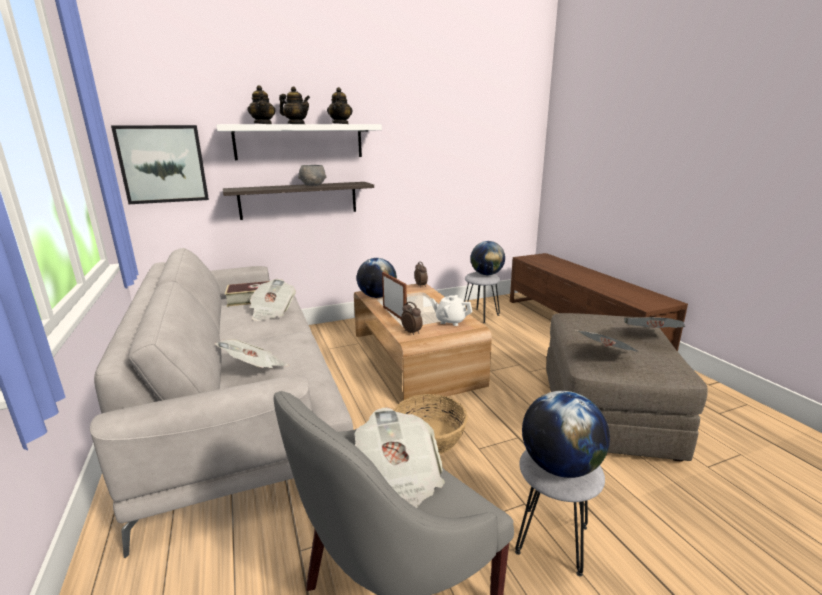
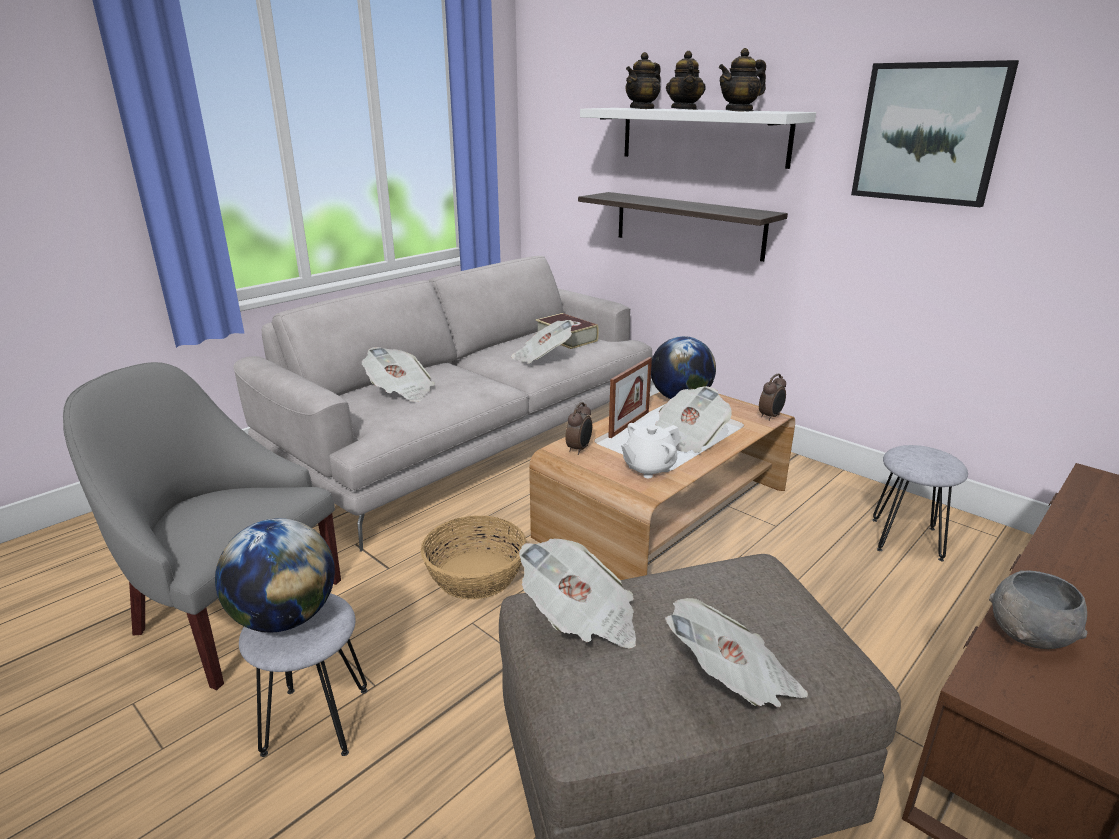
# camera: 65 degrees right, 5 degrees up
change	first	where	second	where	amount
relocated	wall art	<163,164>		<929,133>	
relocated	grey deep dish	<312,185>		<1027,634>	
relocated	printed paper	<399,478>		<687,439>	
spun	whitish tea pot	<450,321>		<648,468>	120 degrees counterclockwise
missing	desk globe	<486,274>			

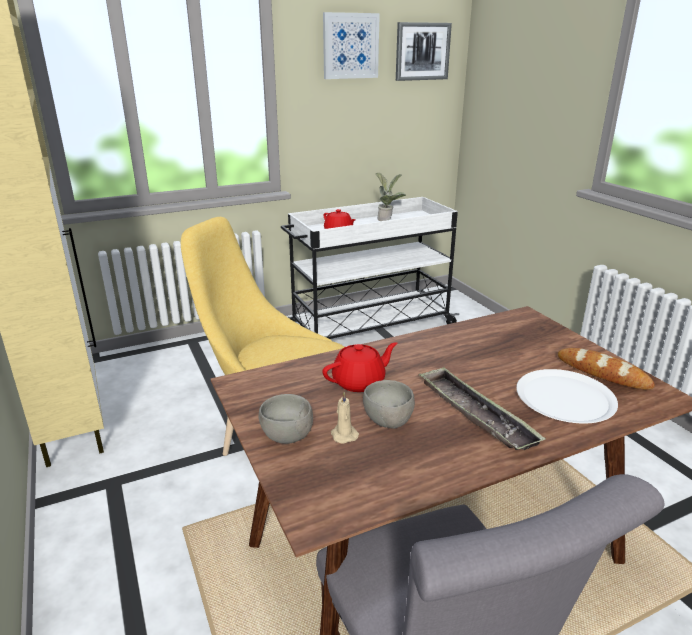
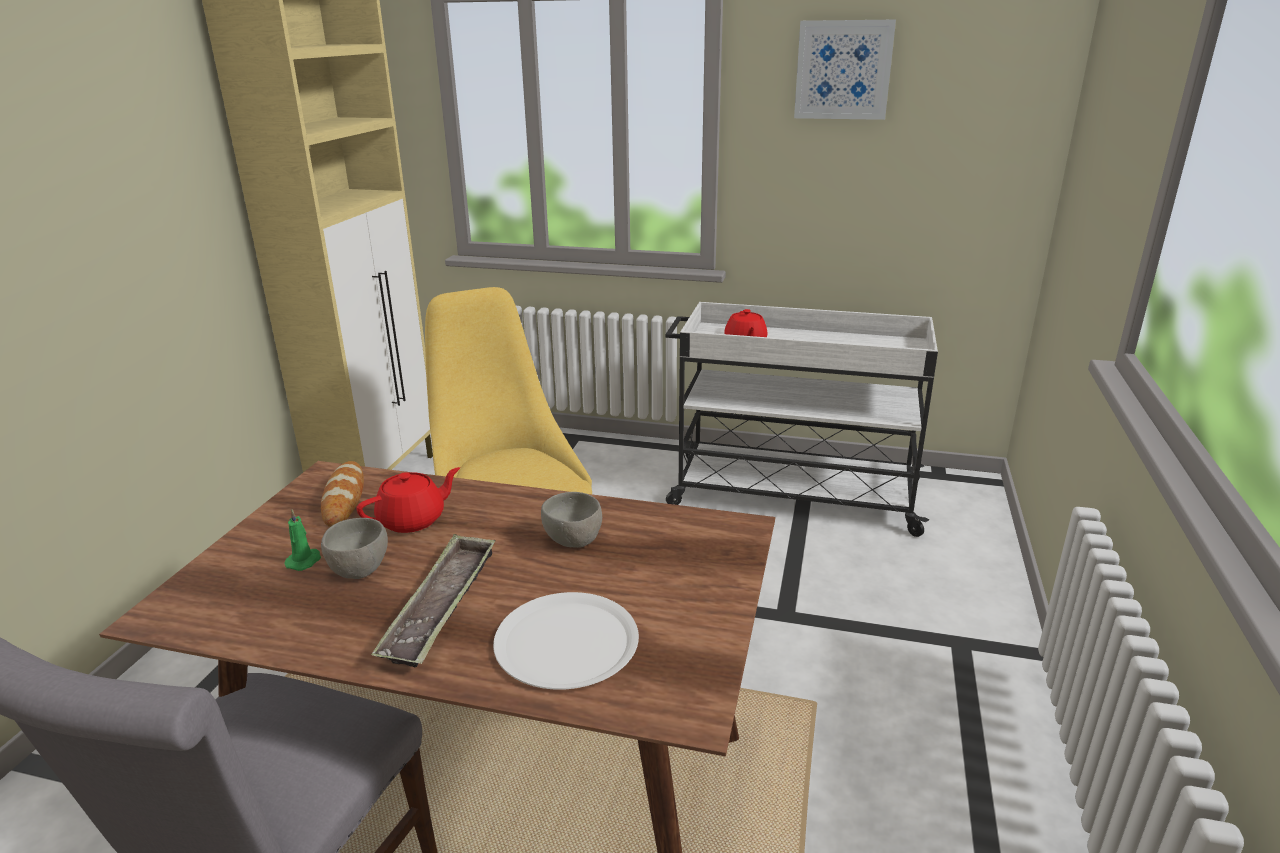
# camera: 40 degrees right, 0 degrees up
change	first	where	second	where	amount
relocated	grey deep dish	<288,437>		<572,541>	
spun	reddish tea pot	<360,382>		<413,520>	45 degrees counterclockwise
colour	beige-coloured candle	<343,434>	green-coloured candle	<304,561>	
missing	houseplant	<388,219>			
missing	wall art	<422,51>			
relocated	bakery bread	<602,373>		<344,498>	

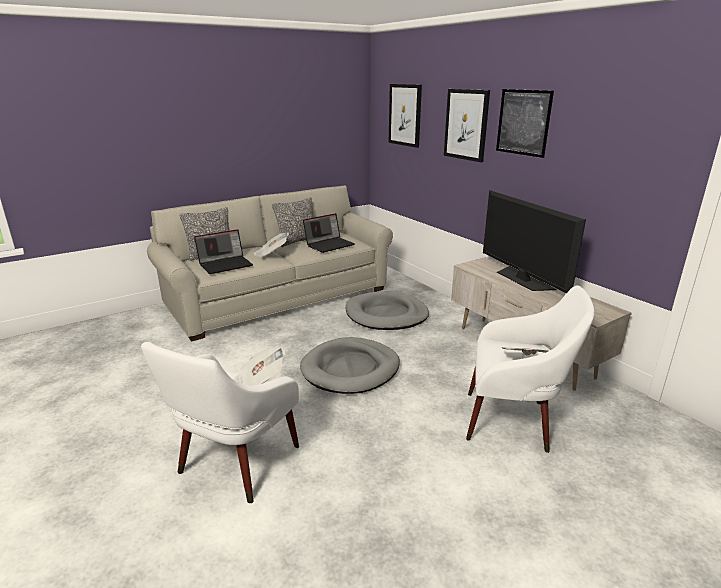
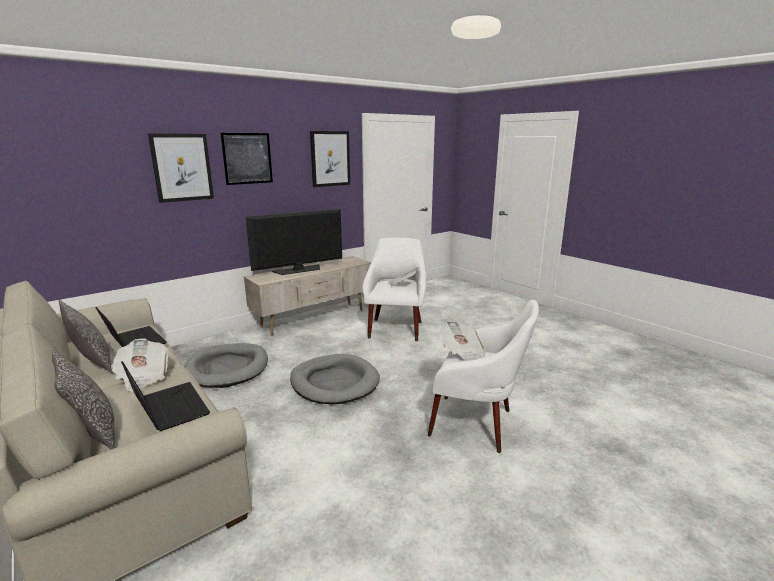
# camera: 95 degrees left, 5 degrees down
change	first	where	second	where	amount
relocated	wall art	<405,115>		<330,158>	

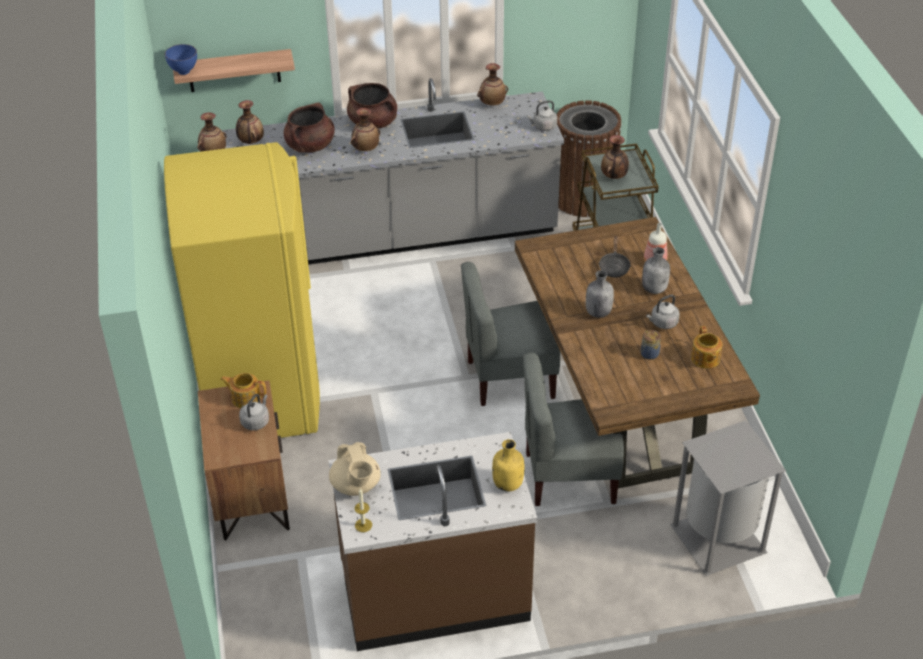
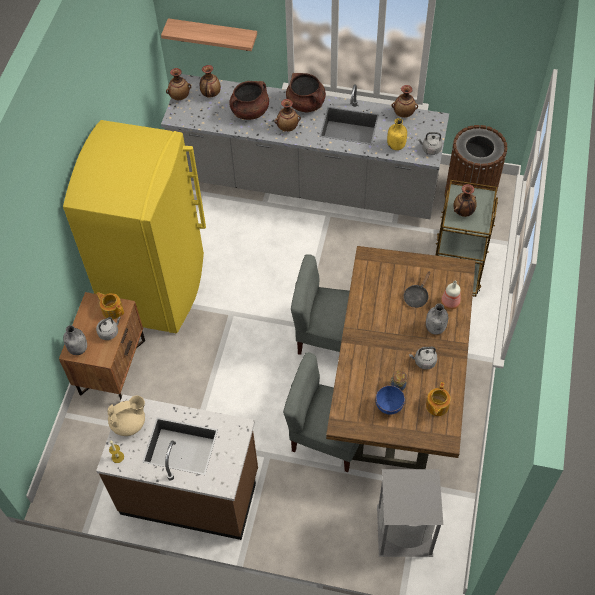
# camera: 25 degrees right, 15 degrees up
change	first	where	second	where	amount
relocated	blue-coloured deep dish	<184,72>		<389,407>	
spun	beige-coloured tea pot	<356,486>		<129,423>	120 degrees counterclockwise
relocated	yellow-coloured bottle	<508,484>		<396,145>	
relocated	grey bottle	<598,312>		<78,348>	

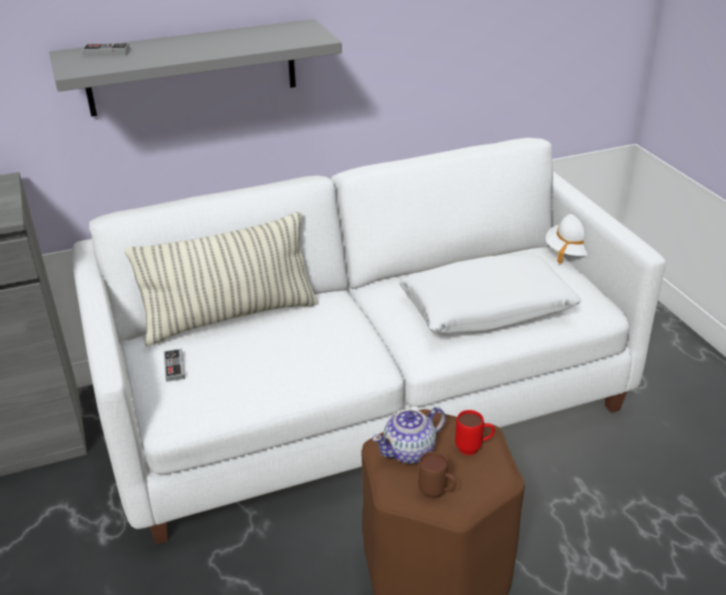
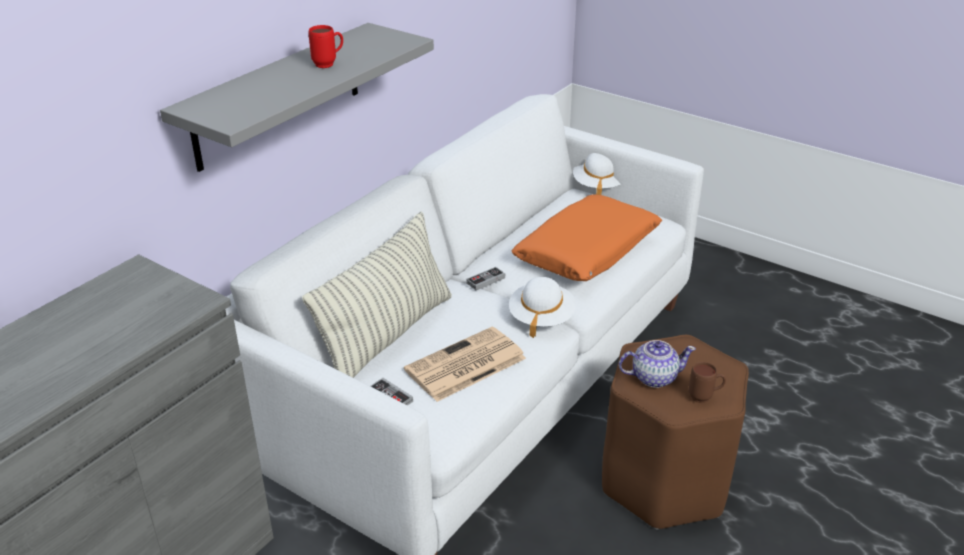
# camera: 35 degrees left, 0 degrees up
change	first	where	second	where	amount
relocated	game controller	<106,52>		<486,280>	
spun	tea pot	<410,451>		<653,377>	120 degrees counterclockwise
colour	whitish throw pillow	<487,308>	orangey throw pillow	<587,251>	
relocated	reddish tea mug	<473,449>		<329,64>	
appeared			printed paper	<464,365>	
appeared			whitish hat	<541,318>	

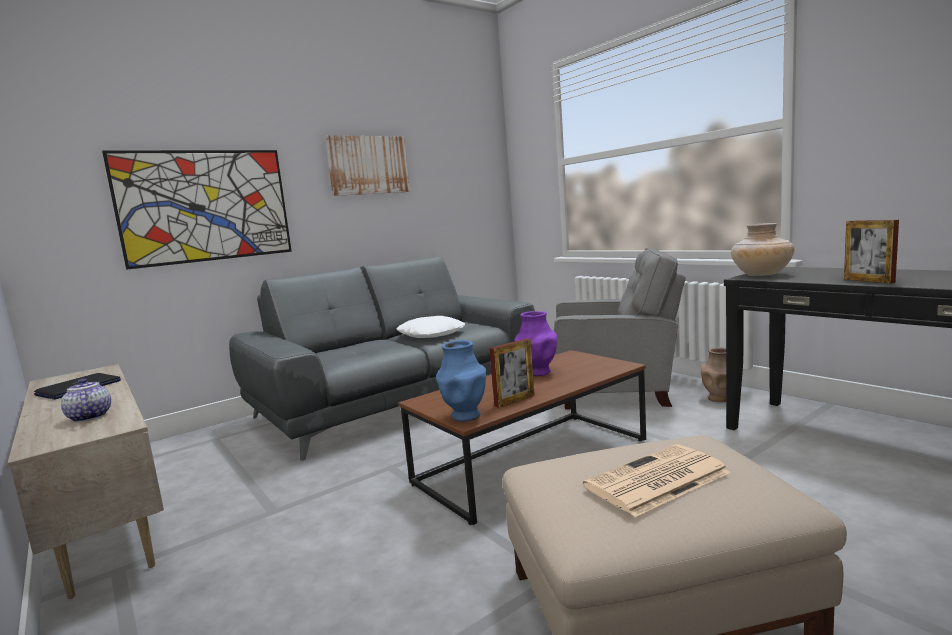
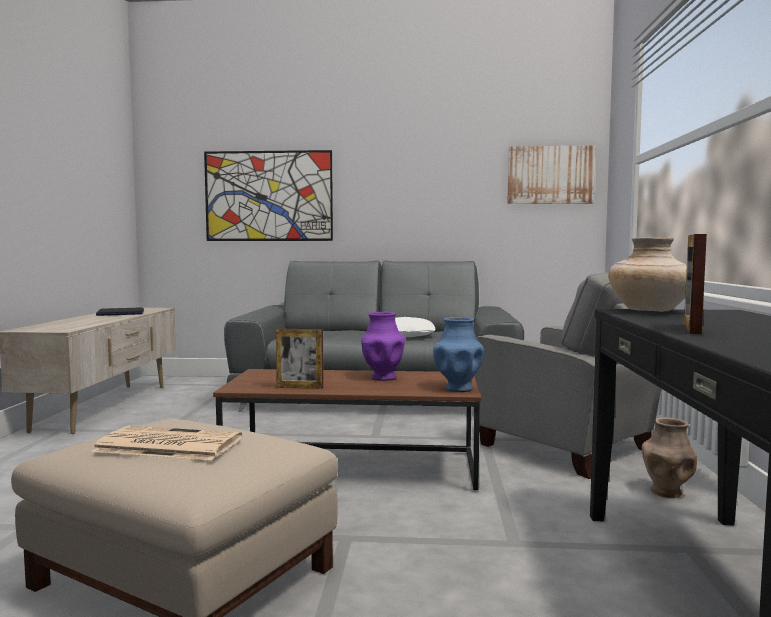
# camera: 40 degrees right, 5 degrees down
change	first	where	second	where	amount
missing	tea pot	<89,417>			
relocated	wall art	<368,165>		<550,175>	
relocated	blue-coloured decorative vase	<465,416>		<458,389>	

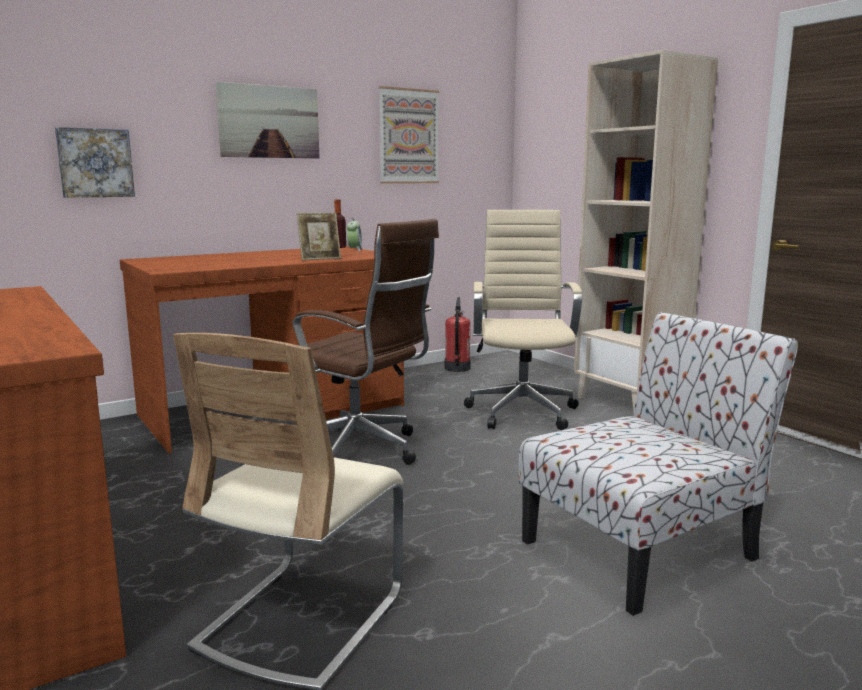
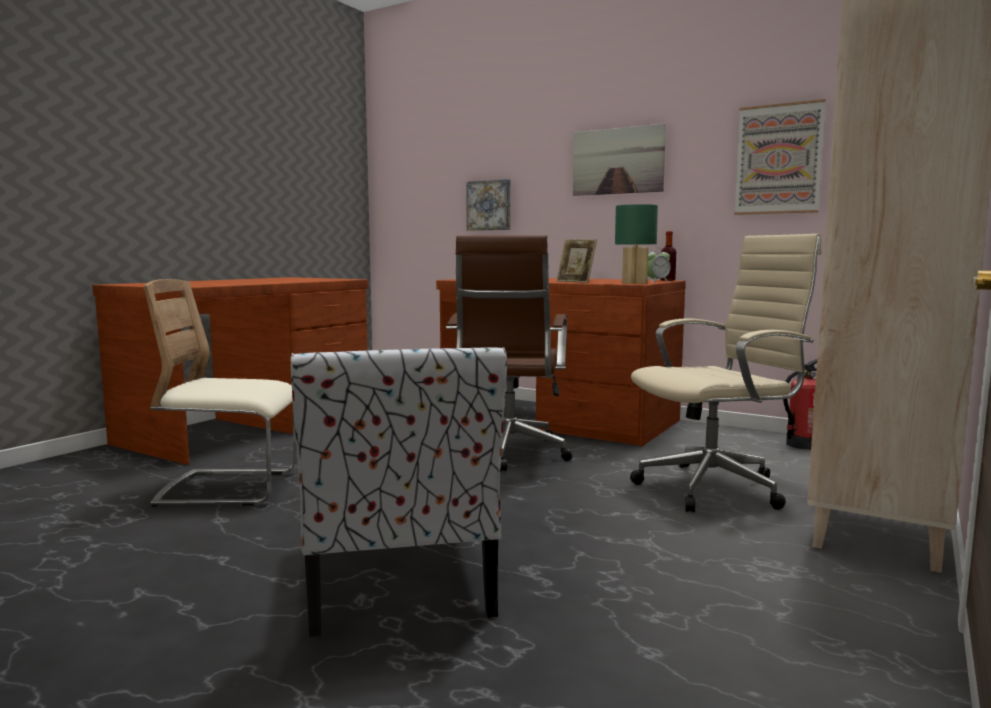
# camera: 65 degrees right, 5 degrees down
change	first	where	second	where	amount
spun	upright chair	<643,548>		<399,579>	45 degrees clockwise
appeared			green-coloured table lamp	<634,283>	

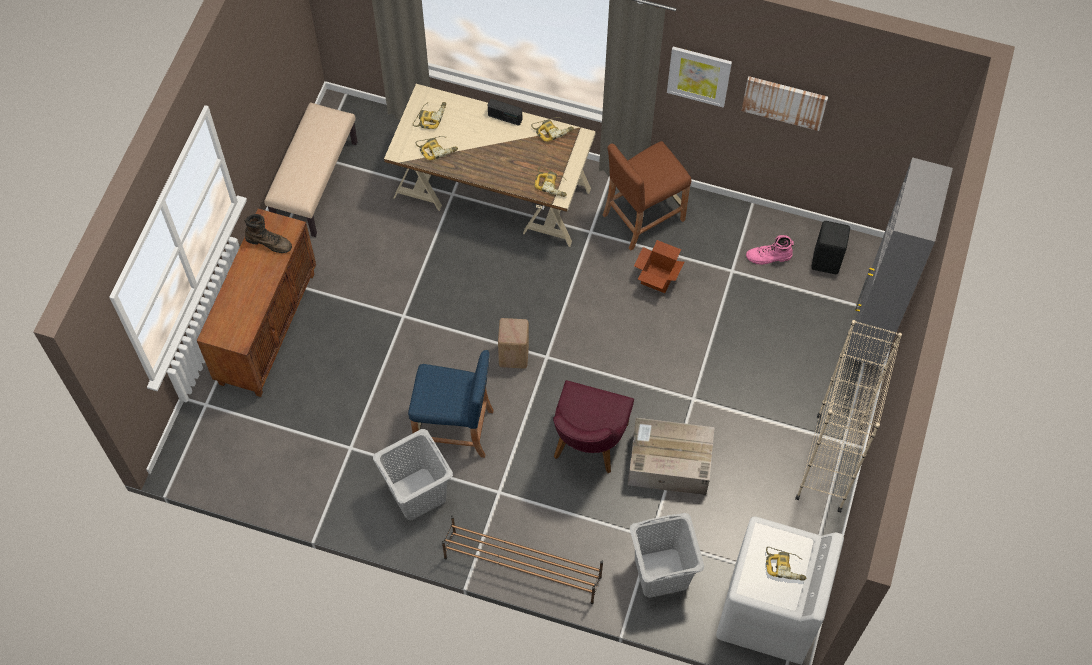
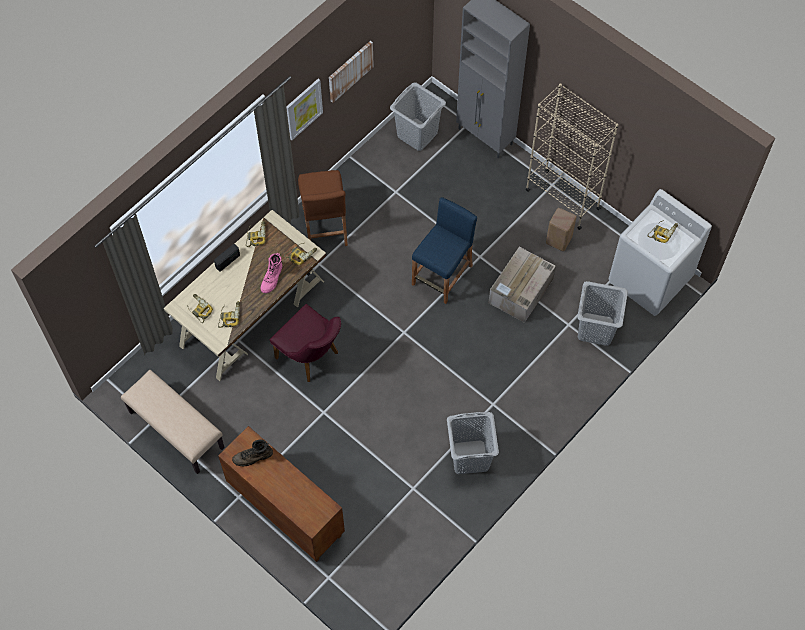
# camera: 65 degrees left, 0 degrees up
change	first	where	second	where	amount
spun	brown boot	<269,242>		<253,457>	150 degrees counterclockwise
relocated	blue-coloured stool	<454,429>		<442,275>	
missing	brown shoe shelf	<522,567>			
relocated	beige-coloured stool	<514,355>		<558,239>	
relocated	purple upright chair	<587,446>		<311,358>	
missing	cardboard box	<657,278>			
relocated	pink-coloured boot	<769,257>		<272,278>	
exchanged	black-coloured stool	<827,261>	grey laundry basket	<417,134>	

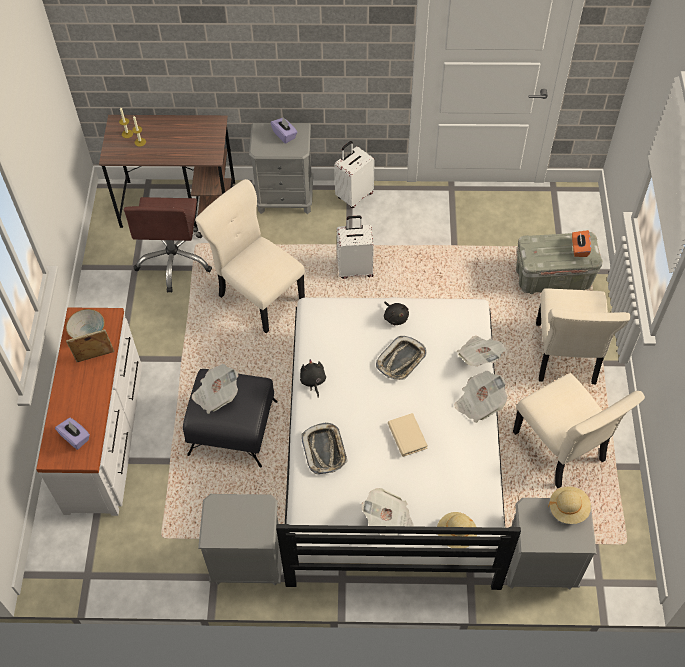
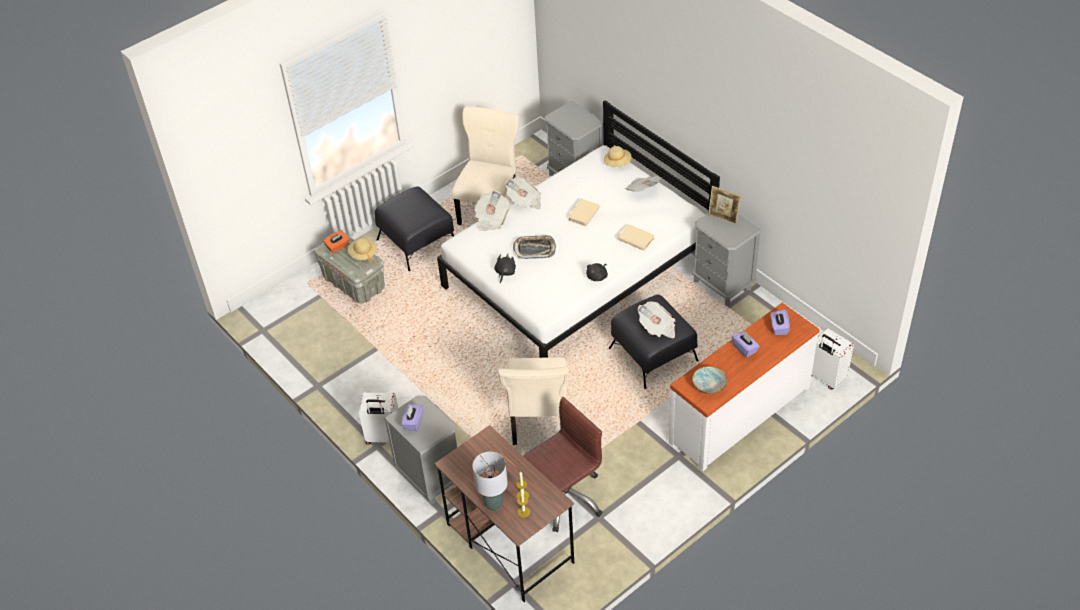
# camera: 130 degrees left, 10 degrees down
change	first	where	second	where	amount
relocated	standing frame	<95,358>		<723,218>	
exchanged	carrying tray	<324,450>	beige-coloured bound book	<636,239>	
relocated	whitish travel case	<355,269>		<825,378>	
exchanged	beige-coloured upright chair	<565,356>	black-coloured footrest	<417,242>	
relocated	beige-coloured hat	<568,509>		<363,254>	
appeared			grey table lamp	<493,505>	
appeared			purple box of tissues	<745,349>	

